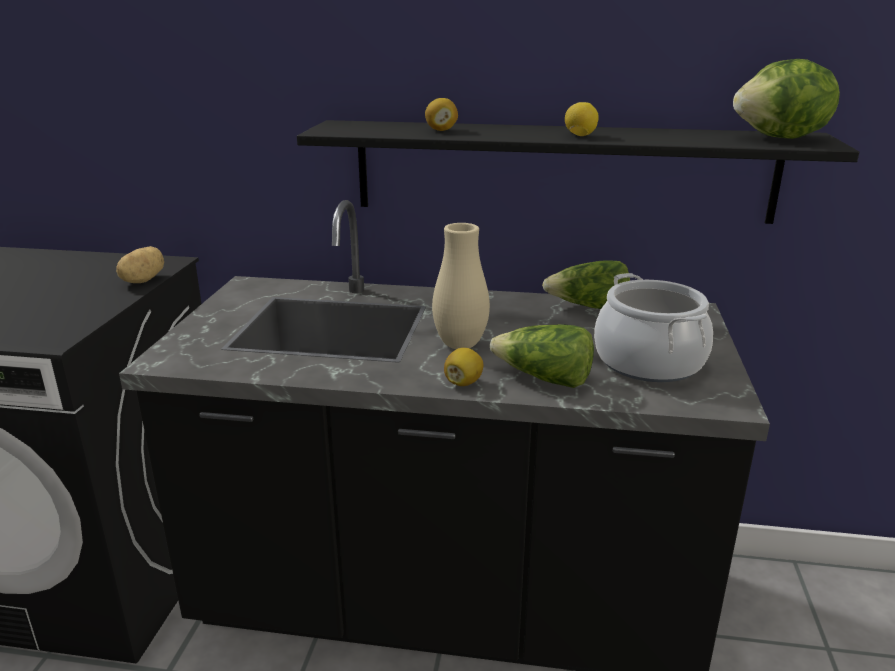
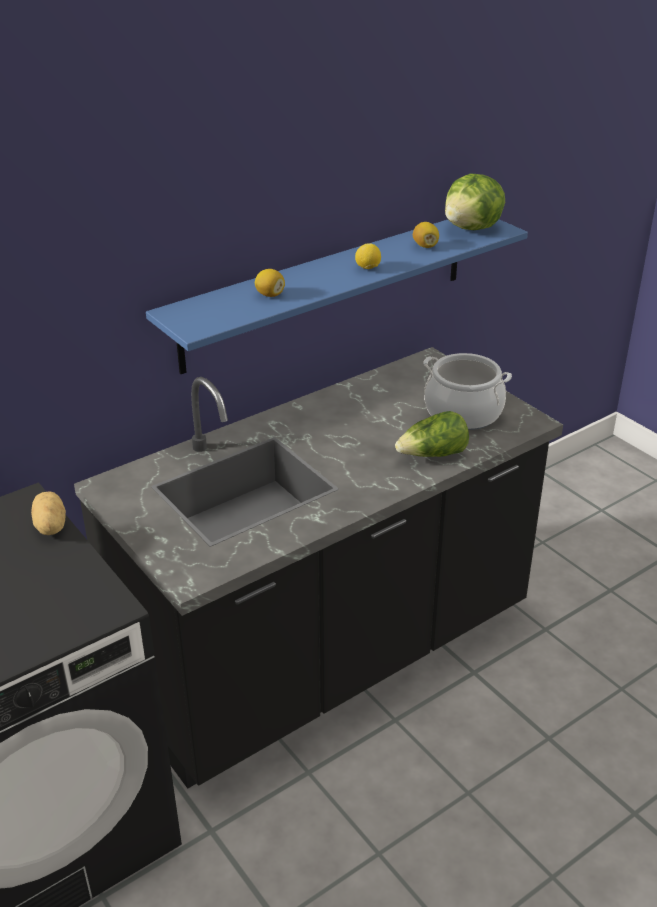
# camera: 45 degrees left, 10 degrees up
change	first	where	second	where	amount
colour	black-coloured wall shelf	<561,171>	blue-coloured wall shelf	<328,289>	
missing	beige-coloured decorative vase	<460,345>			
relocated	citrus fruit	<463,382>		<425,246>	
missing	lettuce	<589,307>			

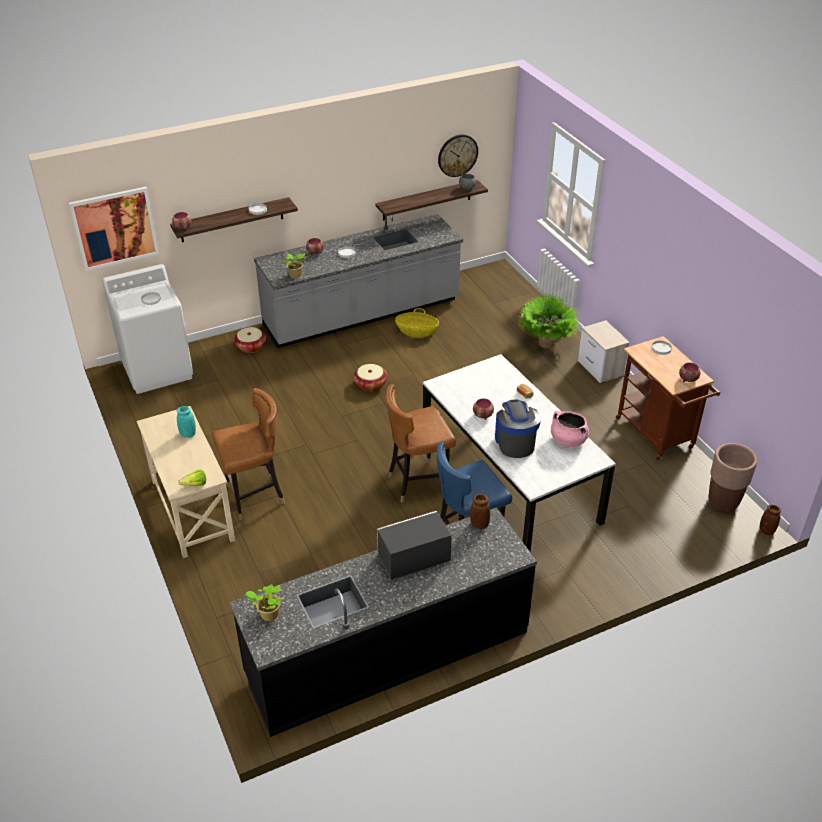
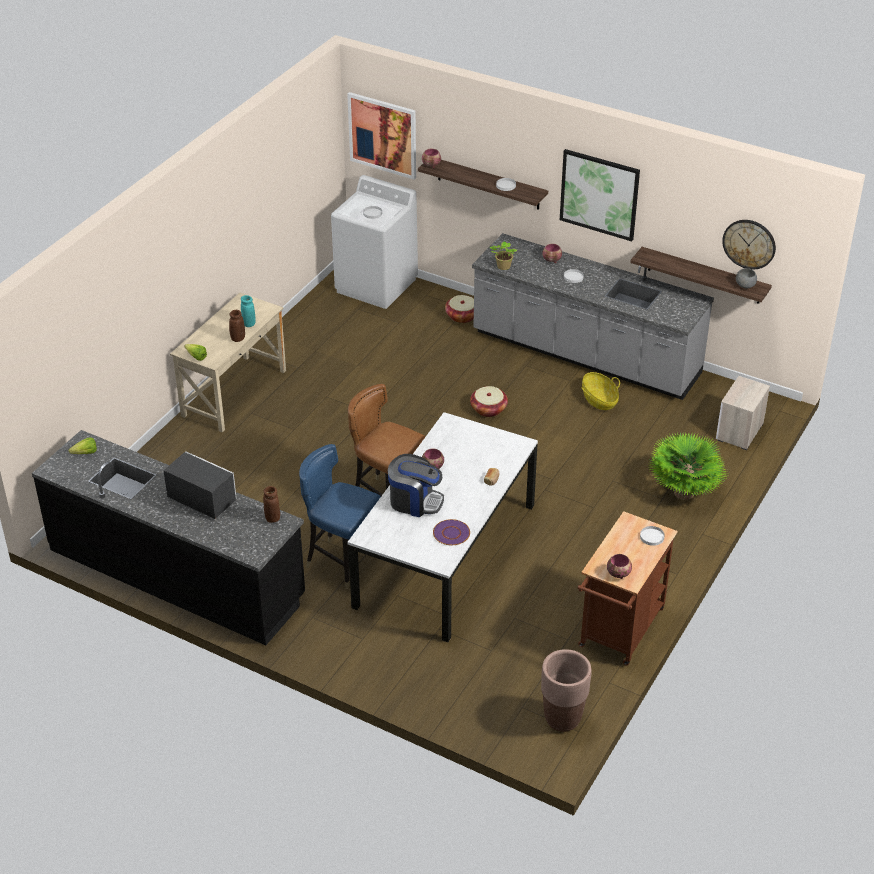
# camera: 55 degrees right, 0 degrees up
change	first	where	second	where	amount
missing	brown upright chair	<254,497>			
exchanged	houseplant	<268,615>	lettuce	<83,453>	
spun	coffee machine	<515,442>		<415,501>	60 degrees clockwise
exchanged	pink-coloured cooking pot	<568,440>	purple dinner plate	<451,533>	
relocated	bedside table	<600,369>		<739,432>	
relocated	brown decorative vase	<766,531>		<238,338>	
appeared			wall art	<599,194>	

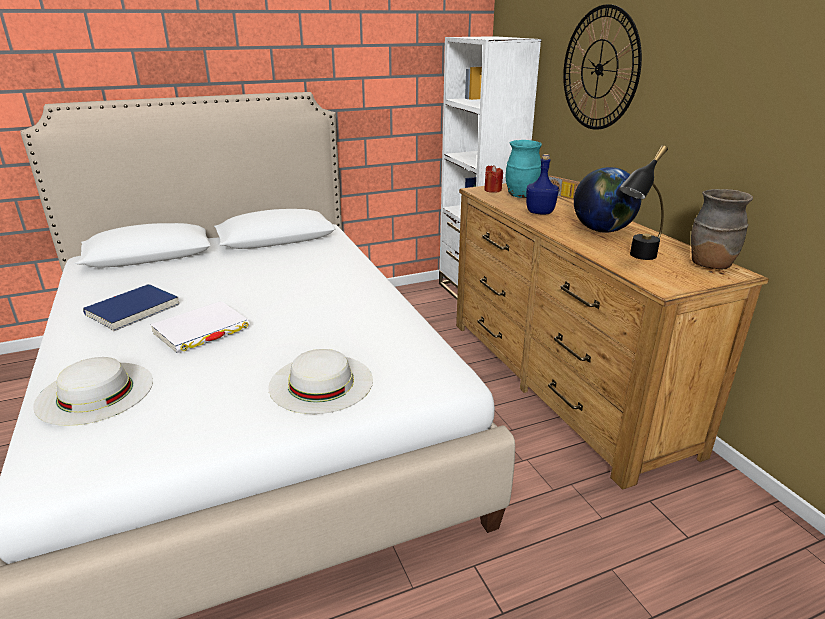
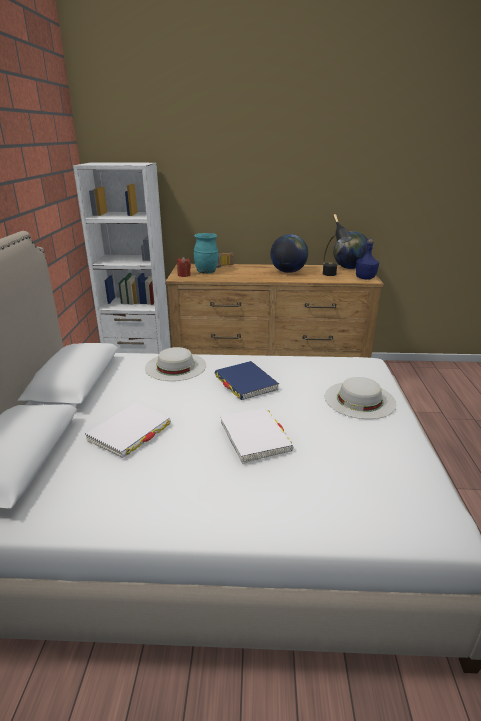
# camera: 65 degrees left, 0 degrees up
change	first	where	second	where	amount
relocated	whitish hat	<95,392>		<175,366>	
relocated	blue-coloured bound book	<133,310>		<245,383>	
relocated	blue-coloured bottle	<540,212>		<365,278>	
missing	clock on the wall	<599,69>			
exchanged	brown decorative vase	<709,265>	desk globe	<349,268>	
appeared			whitish bound book	<130,432>	

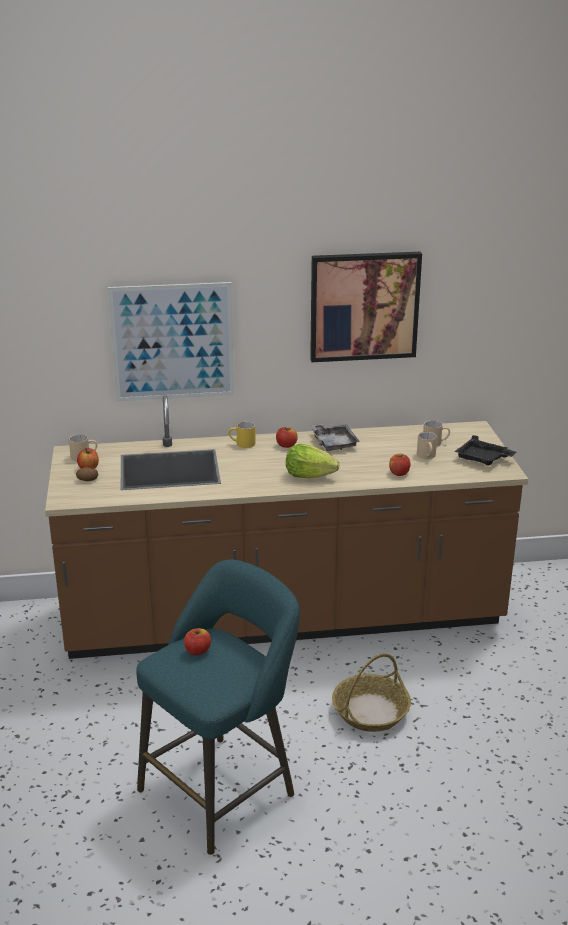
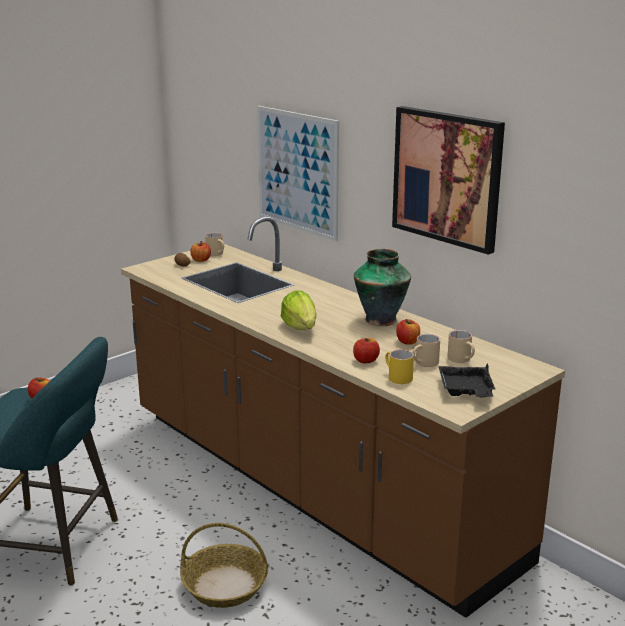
# camera: 55 degrees right, 5 degrees down
change	first	where	second	where	amount
relocated	yellow-coloured tea mug	<242,444>		<396,377>	
relocated	whole apple	<286,445>		<408,342>	
exchanged	grey carrying tray	<334,443>	decorative vase	<381,319>	

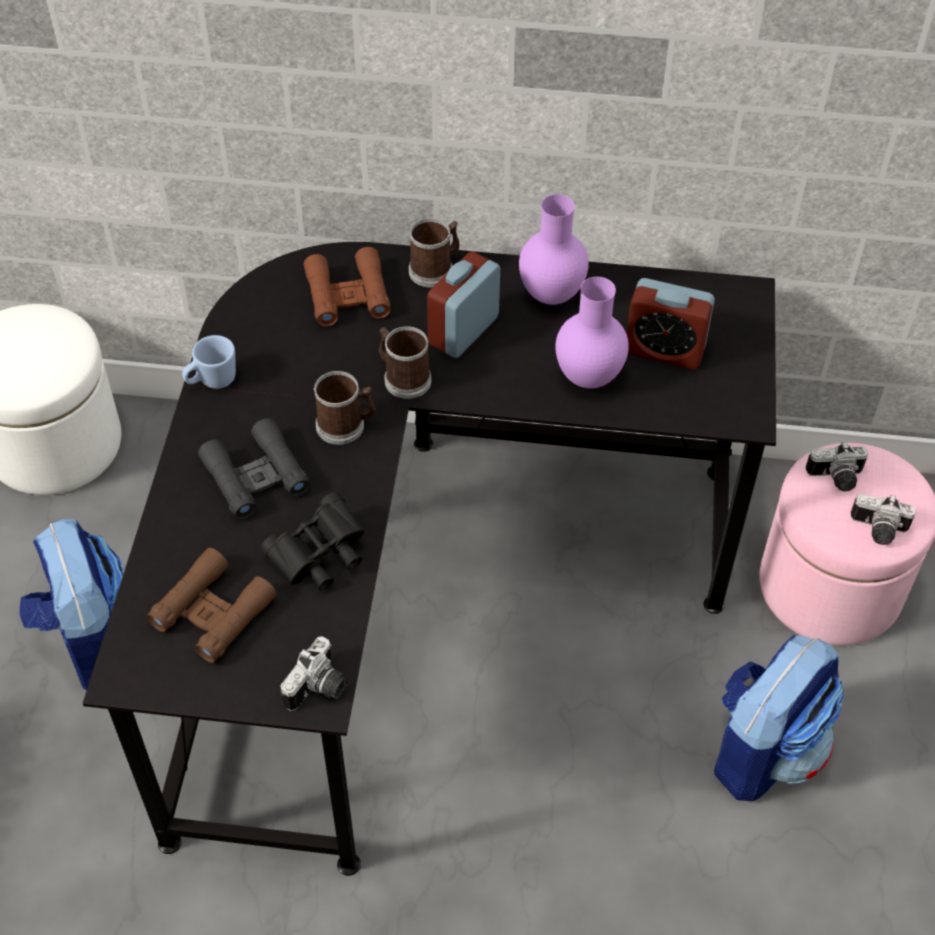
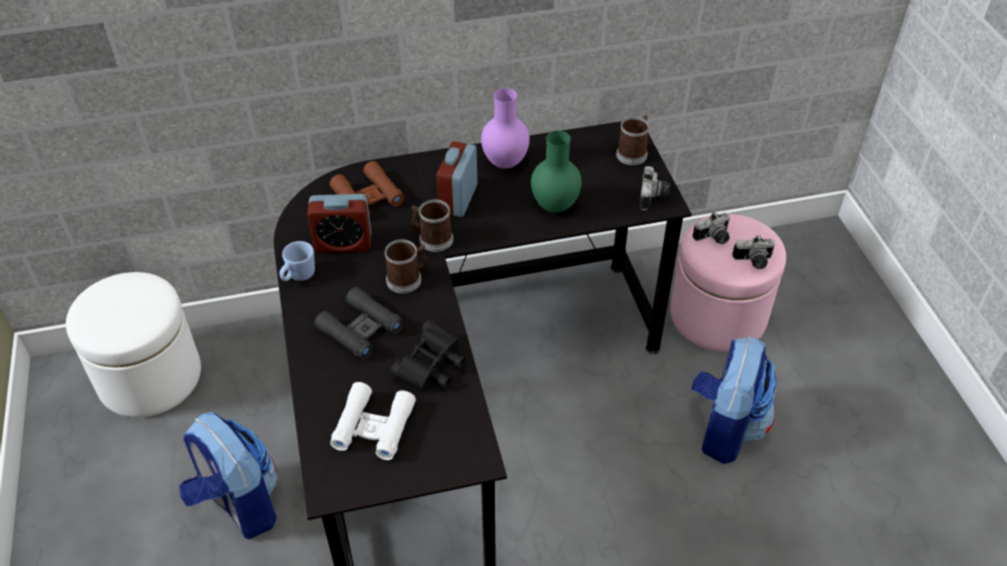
# camera: 20 degrees left, 5 degrees down
change	first	where	second	where	amount
colour	brown binoculars	<213,612>	whitish binoculars	<373,426>	
relocated	photo camera	<319,689>		<653,197>	
relocated	tea mug	<435,269>		<633,153>	
colour	purple decorative vase	<588,376>	green-coloured decorative vase	<554,206>	
relocated	table clock	<664,350>		<343,244>	

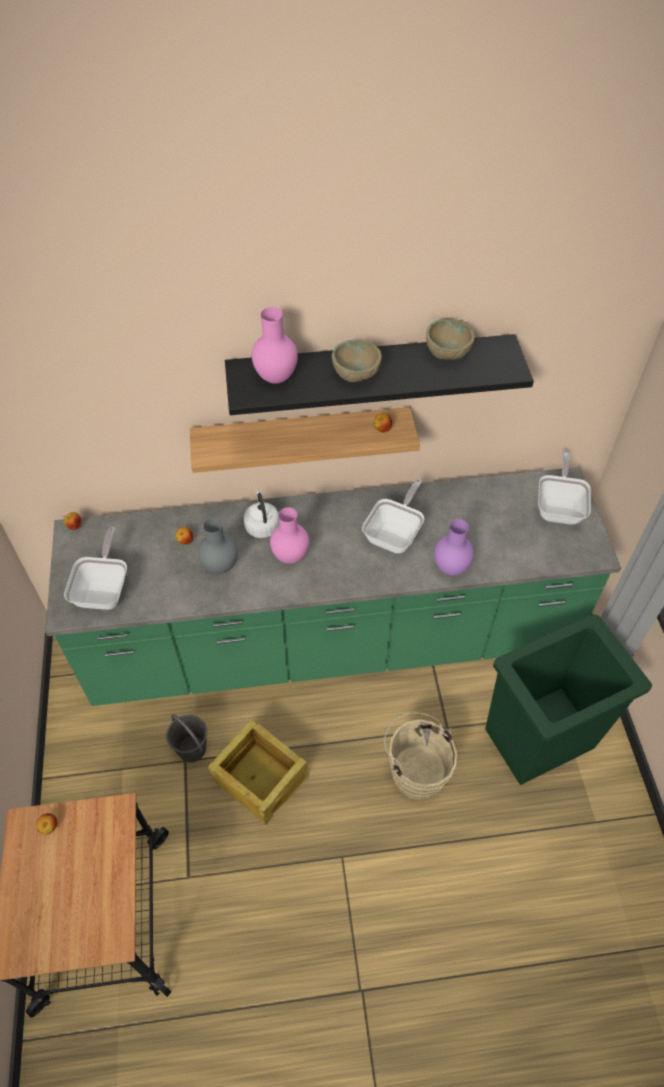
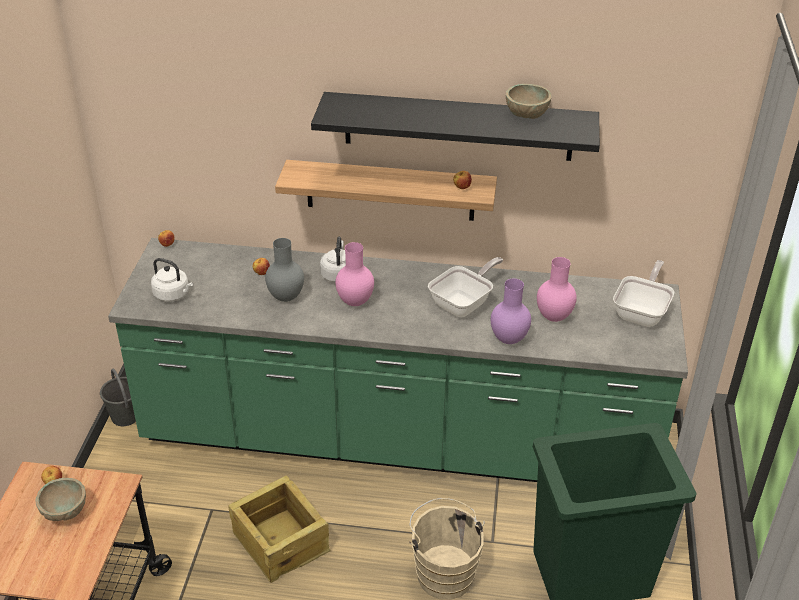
# camera: 15 degrees right, 15 degrees down
change	first	where	second	where	amount
exchanged	pan	<104,589>	whitish kettle	<173,295>	
relocated	grey water bucket	<191,748>		<125,416>	
relocated	pink-coloured decorative vase	<275,377>		<553,316>	
relocated	beige-coloured deep dish	<356,375>		<66,512>	

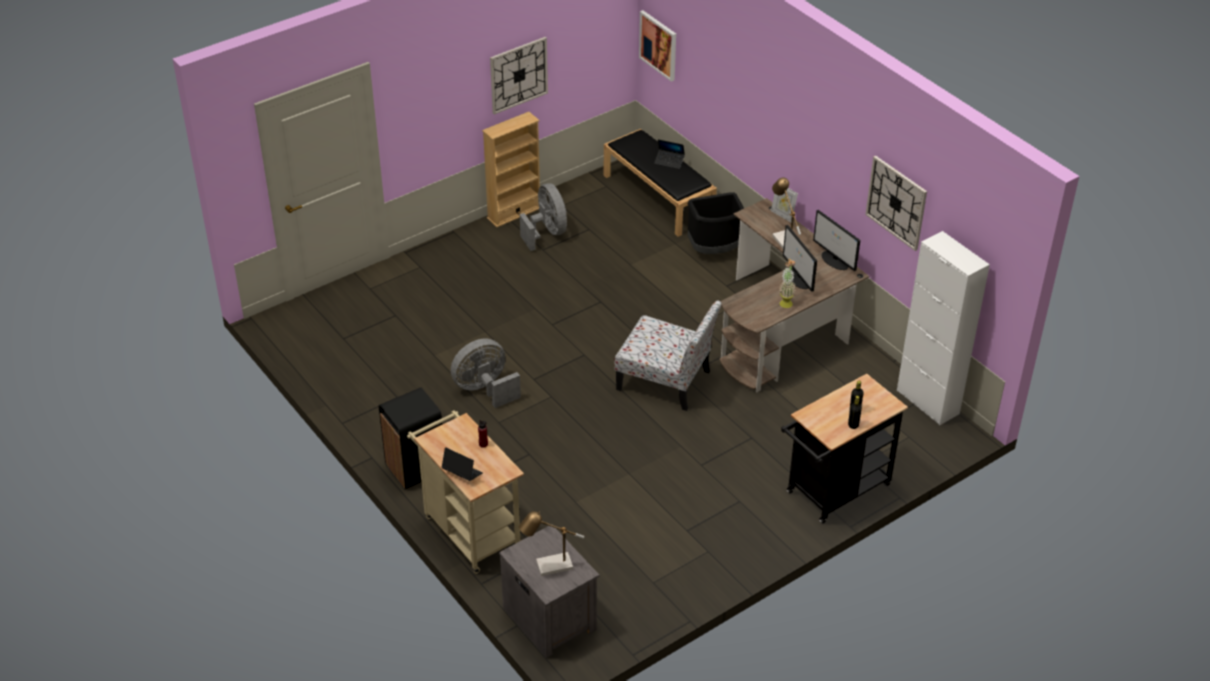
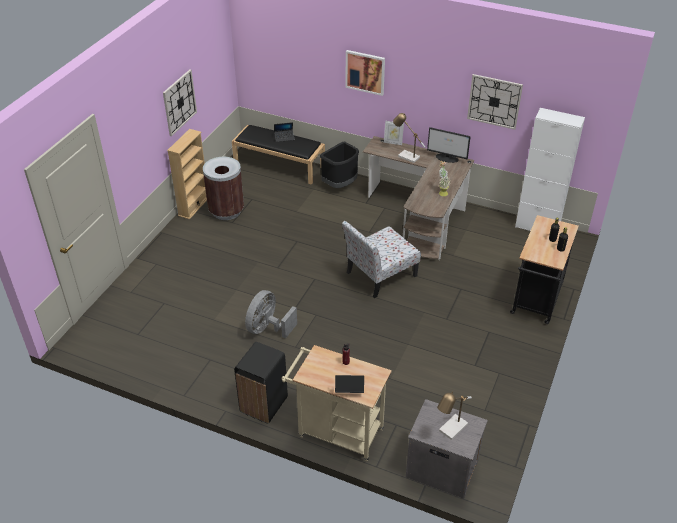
# camera: 30 degrees left, 0 degrees up
change	first	where	second	where	amount
exchanged	grey cooling fan	<547,233>	brown rubbish bin	<226,211>	
spun	upright chair	<666,381>		<380,275>	150 degrees clockwise
relocated	wall art	<658,45>		<365,72>	
missing	computer screen	<799,279>			

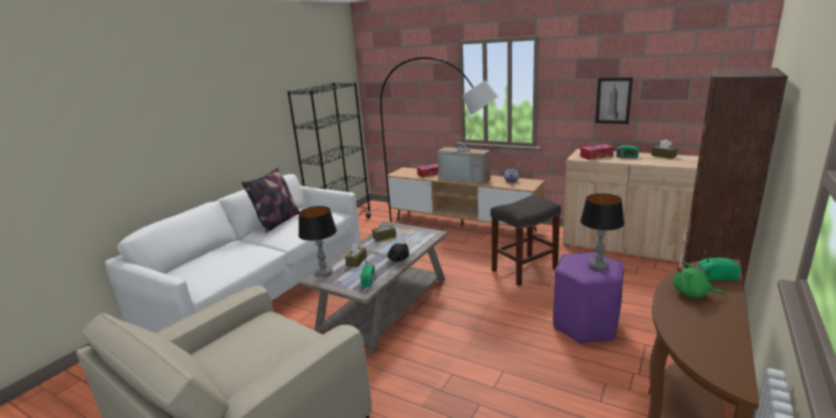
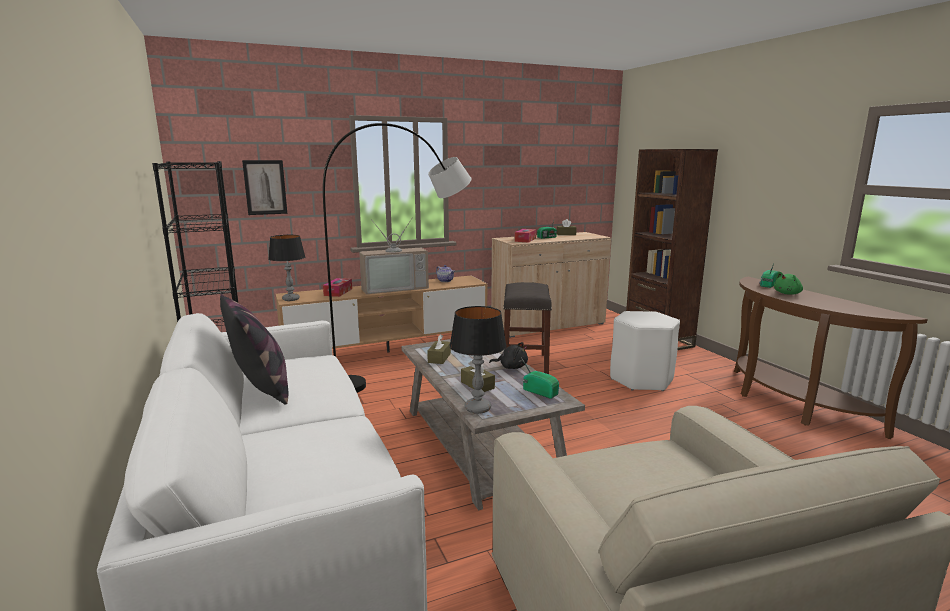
# camera: 55 degrees left, 5 degrees down
change	first	where	second	where	amount
colour	purple stool	<585,325>	whitish stool	<641,379>	
relocated	table lamp	<598,266>		<291,299>	
relocated	wall art	<613,100>		<265,187>	

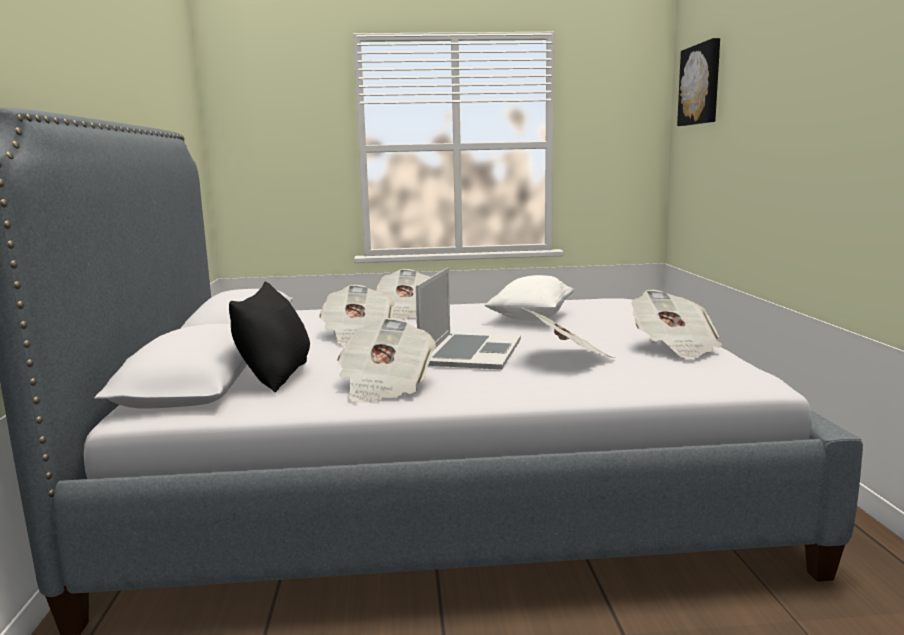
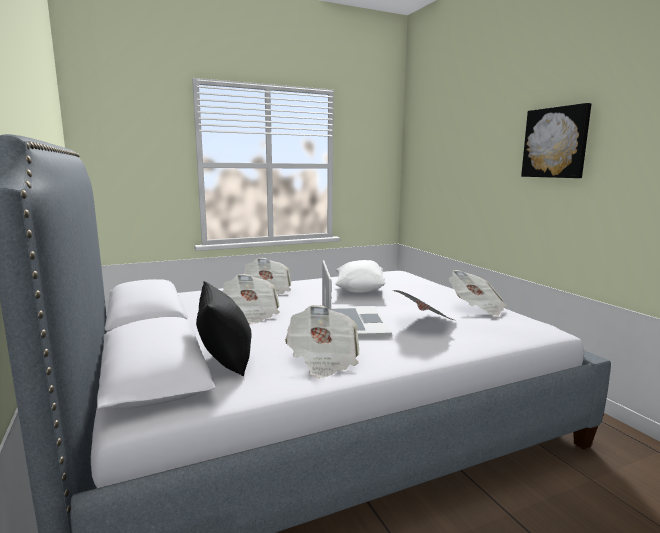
# camera: 20 degrees left, 0 degrees up
change	first	where	second	where	amount
relocated	wall art	<701,84>		<556,143>	

